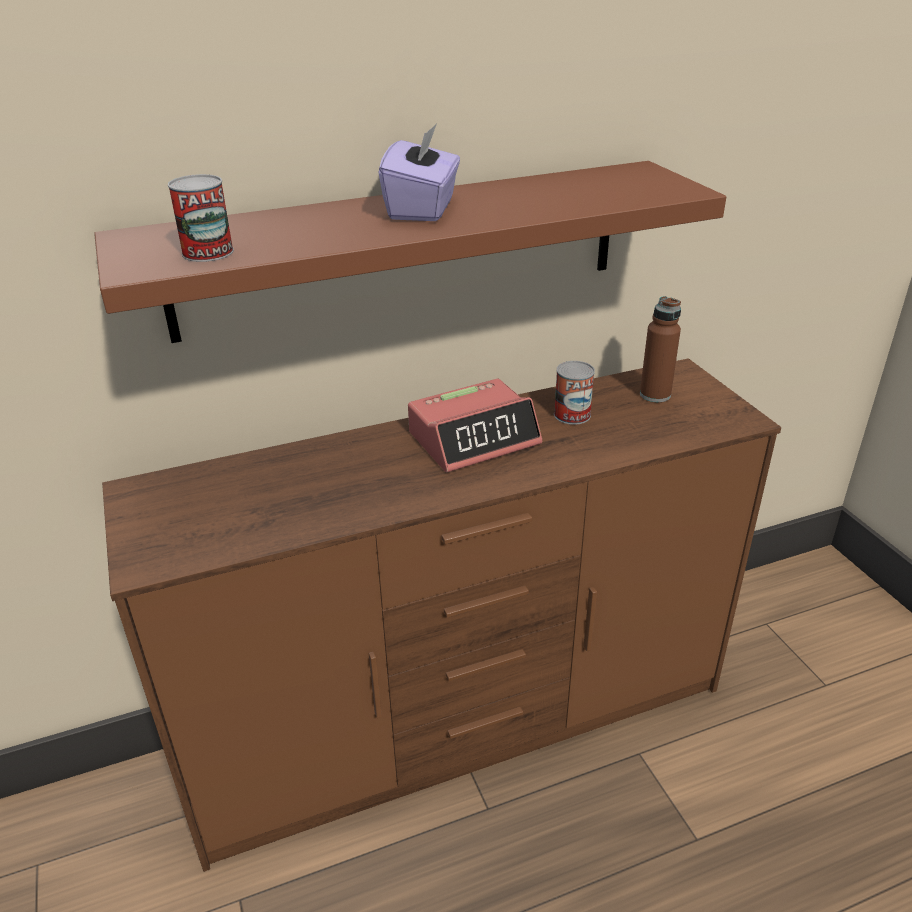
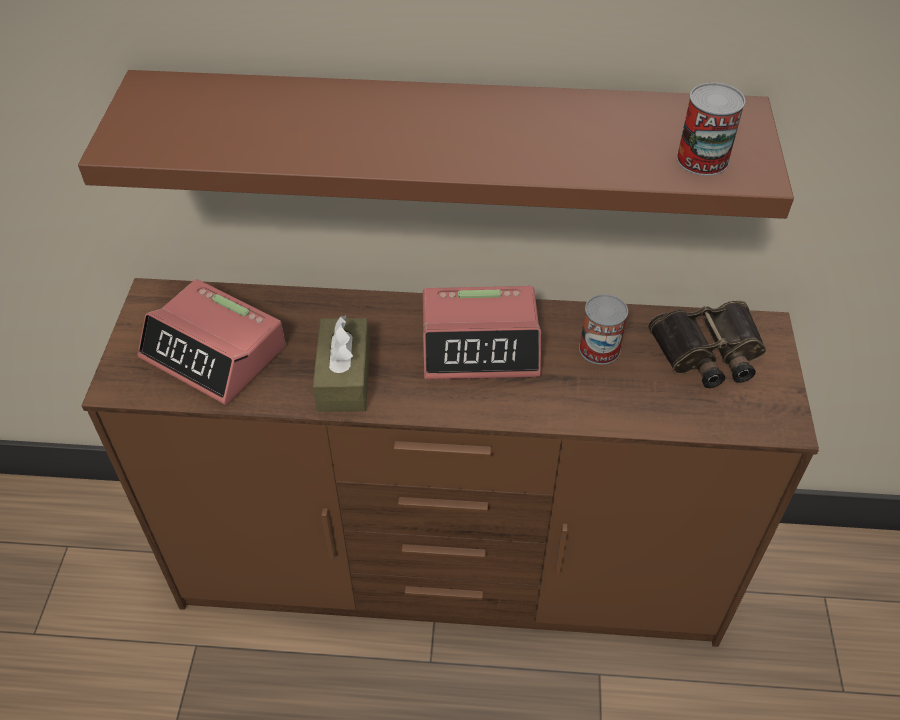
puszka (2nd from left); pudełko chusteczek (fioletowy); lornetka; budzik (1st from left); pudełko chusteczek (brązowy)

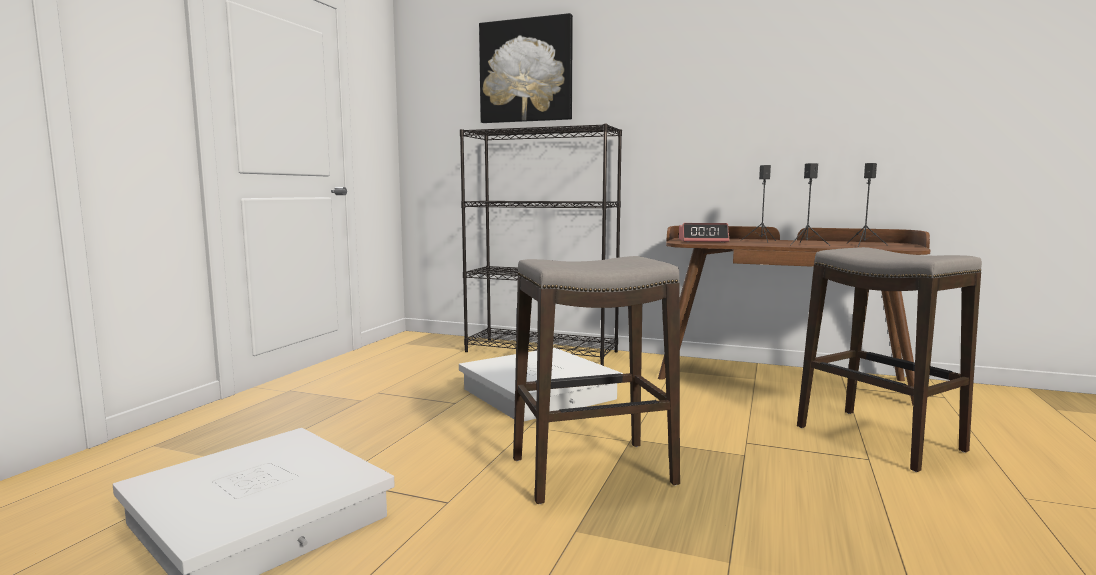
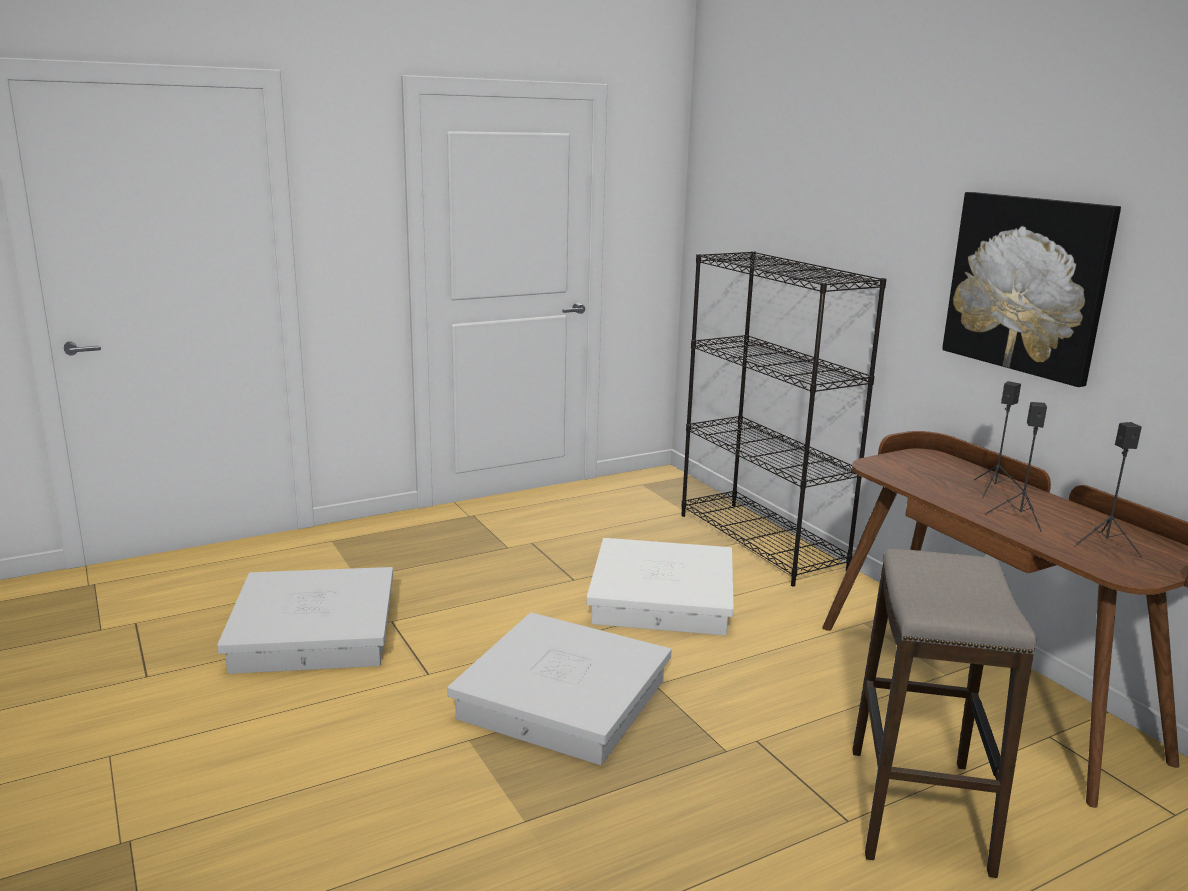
obraz; pojemnik do przechowywania (biały) (2nd from left); budzik

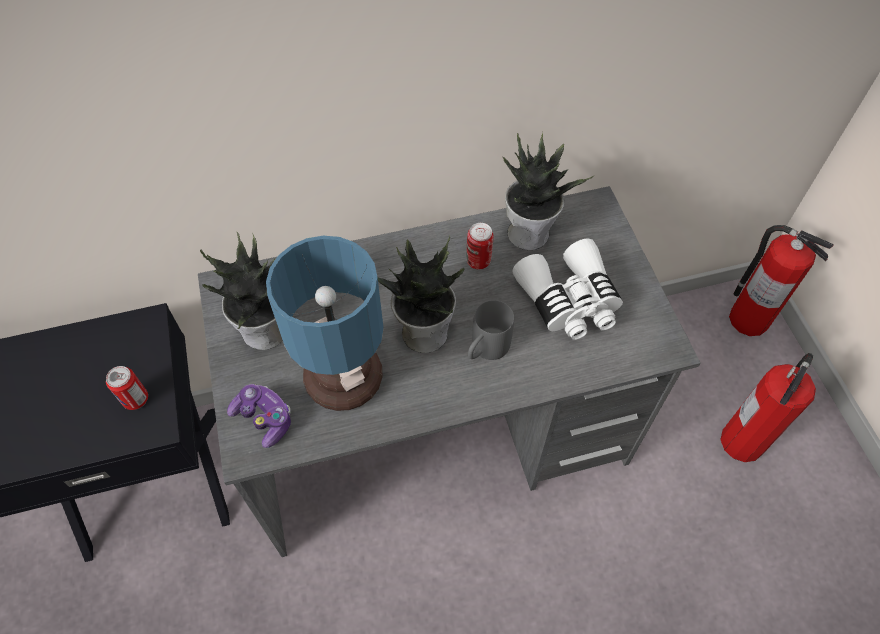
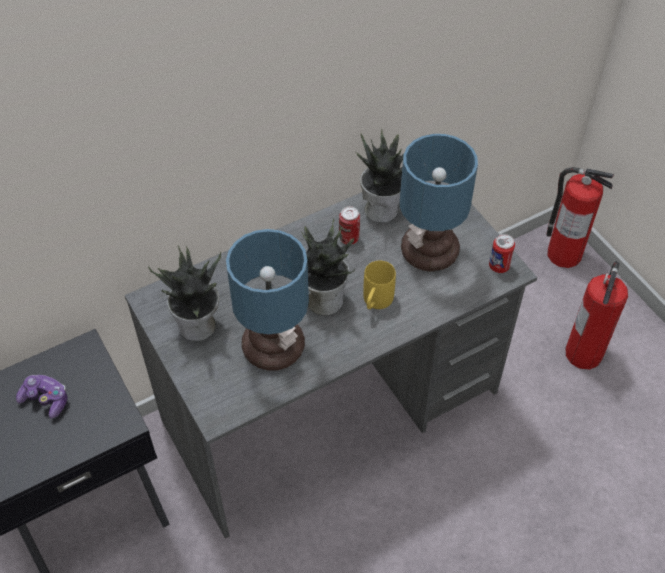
puszka (2nd from left); pad do gier; kubek (żółty); lampa stołowa (2nd from left)

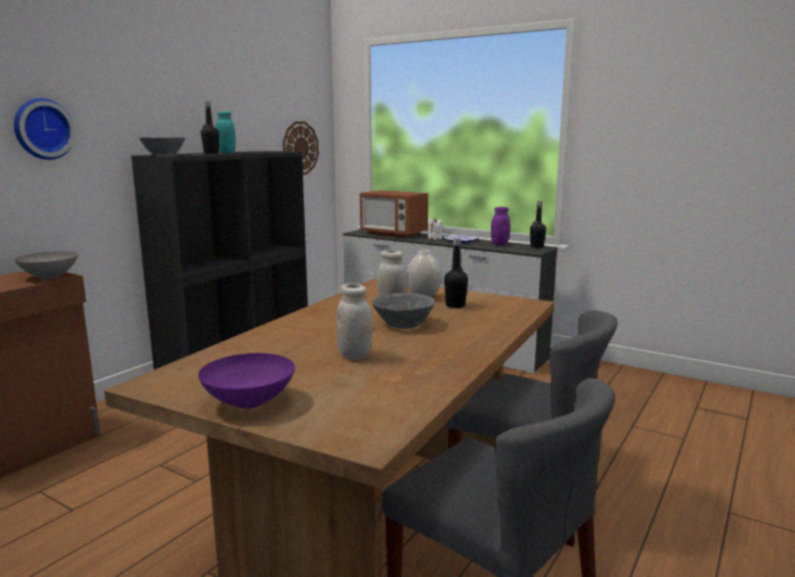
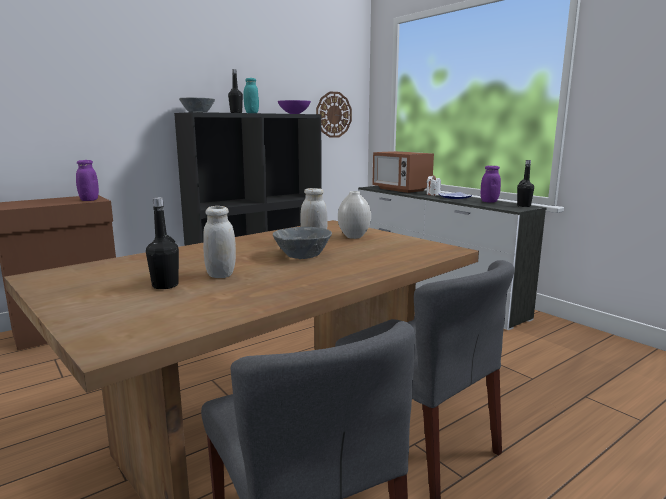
zegar ścienny (1st from left in the first image); słoik (fioletowy) (1st from left); miska (fioletowy); butelka (czarny) (1st from left)

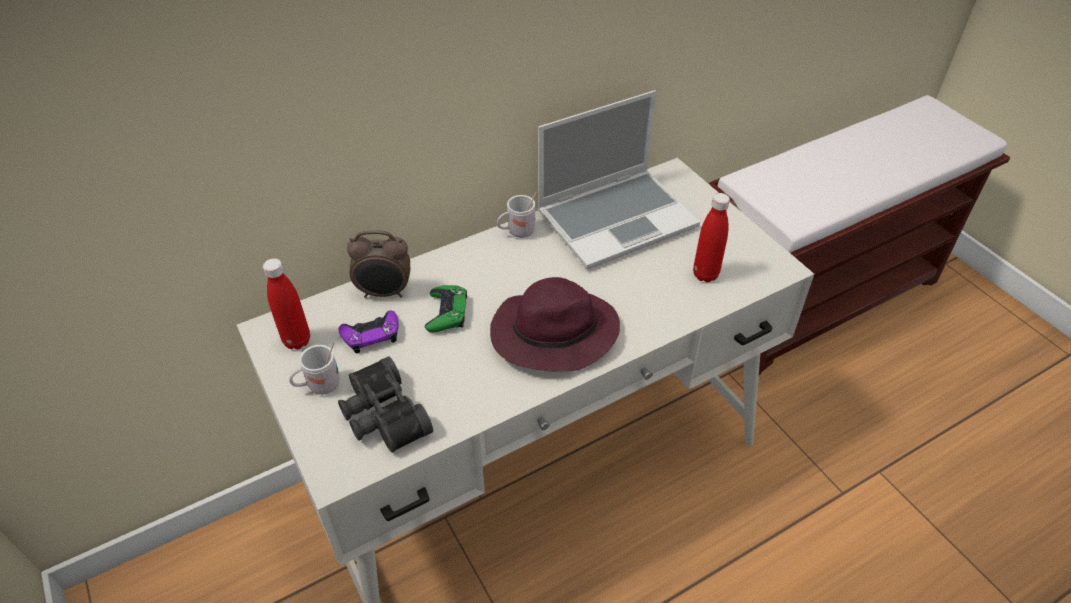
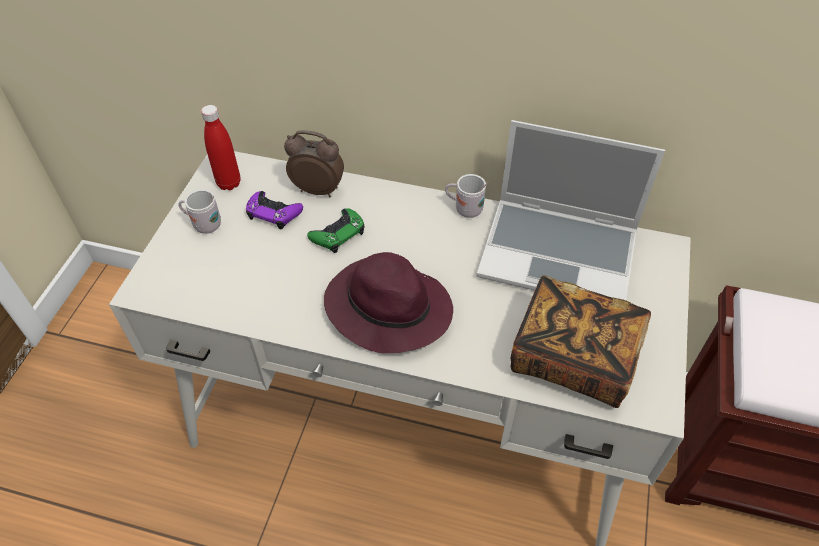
lornetka (czarny); budzik; książka

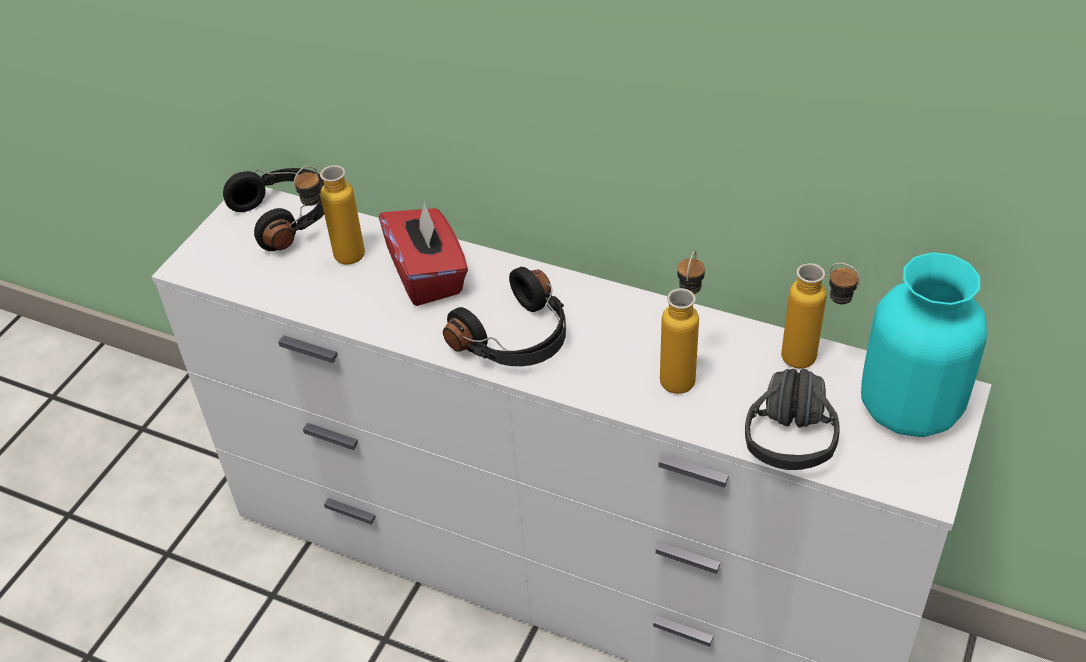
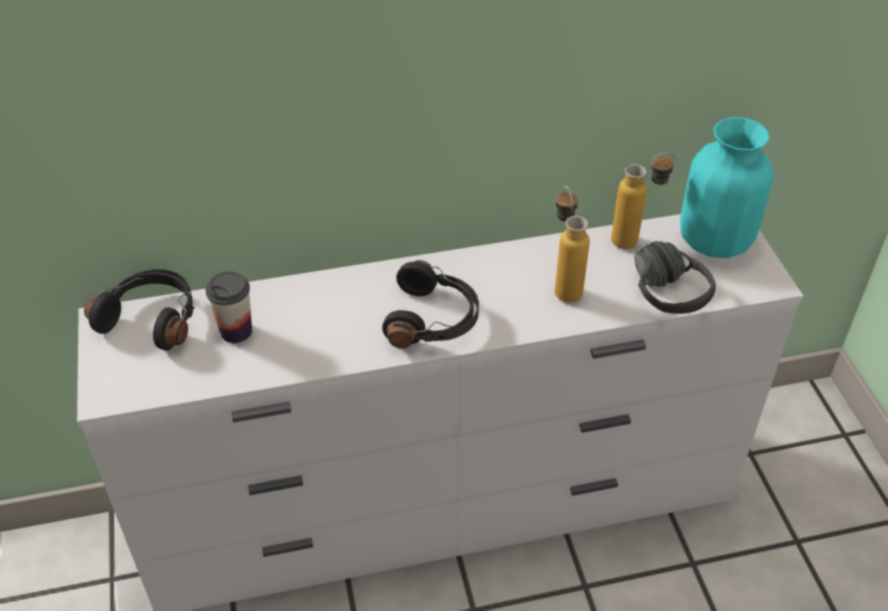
filiżanka; pudełko chusteczek (czerwony)

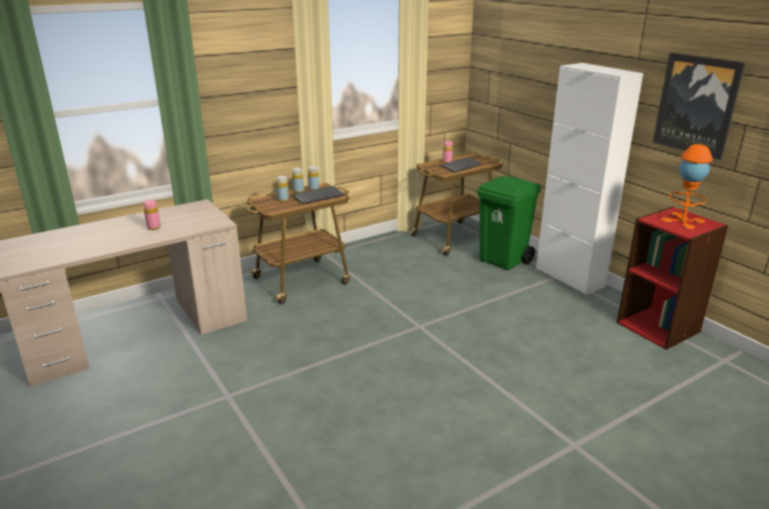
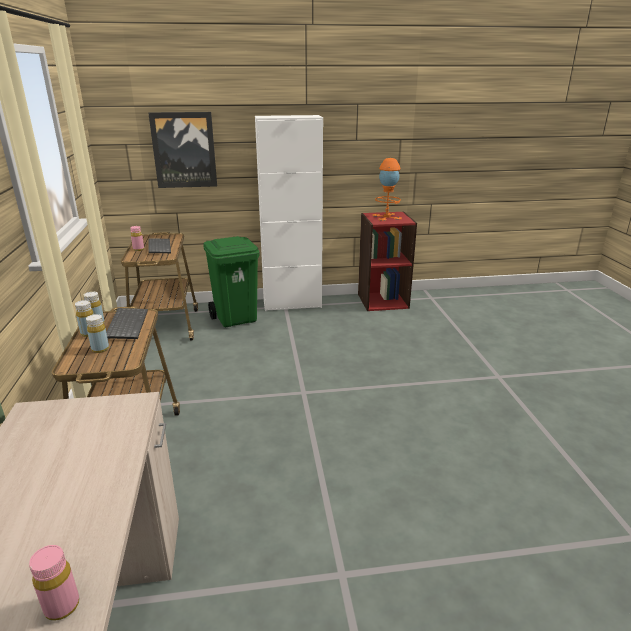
butelka (różowy) (1st from left); obraz

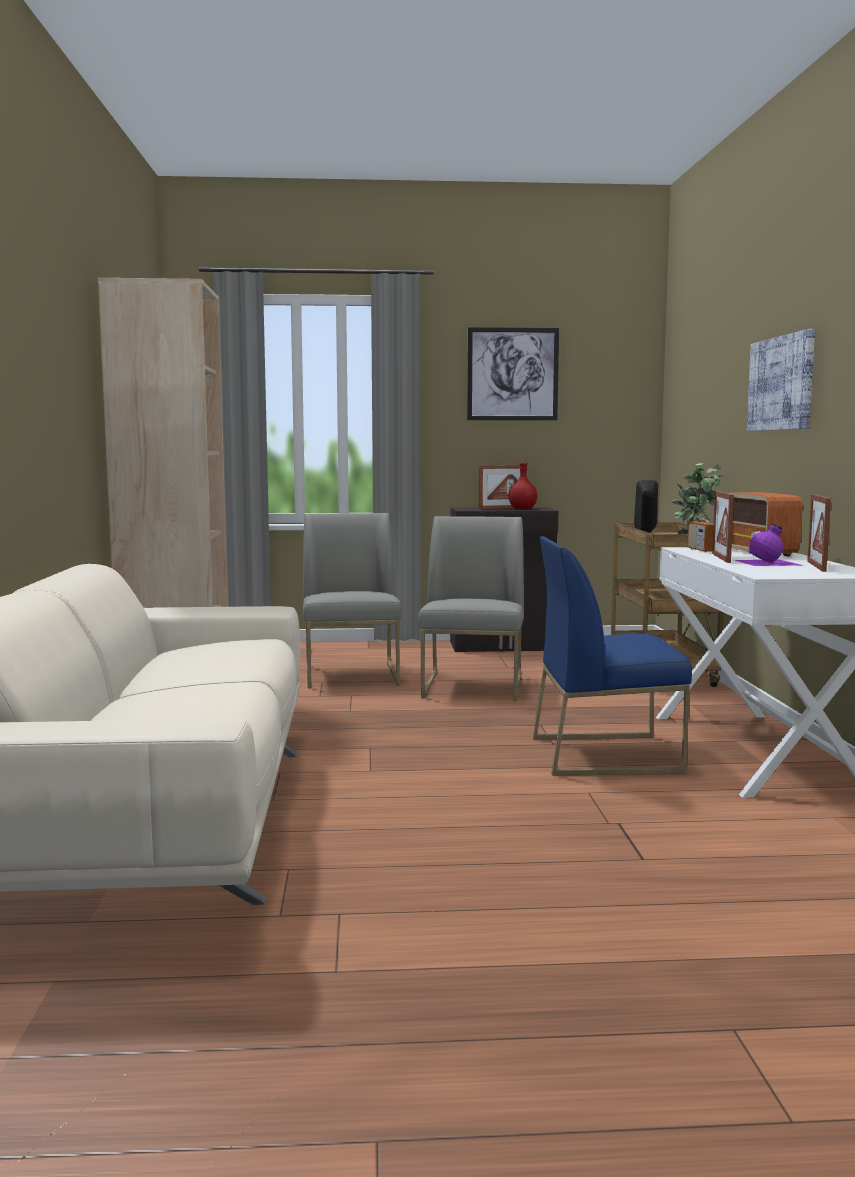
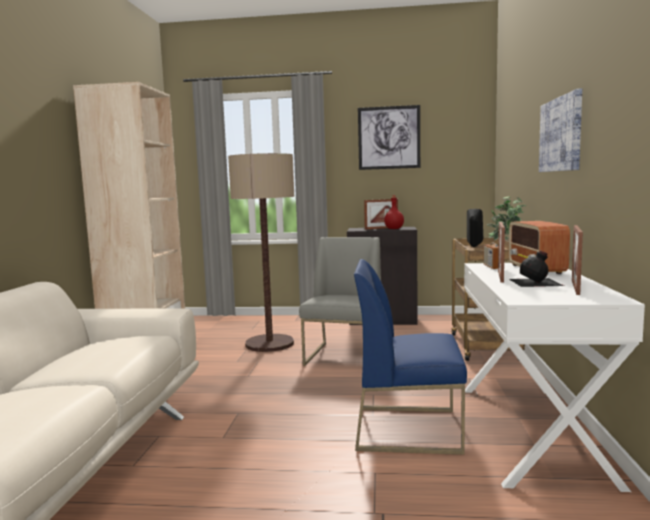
lampa stojąca; butelka (czarny)

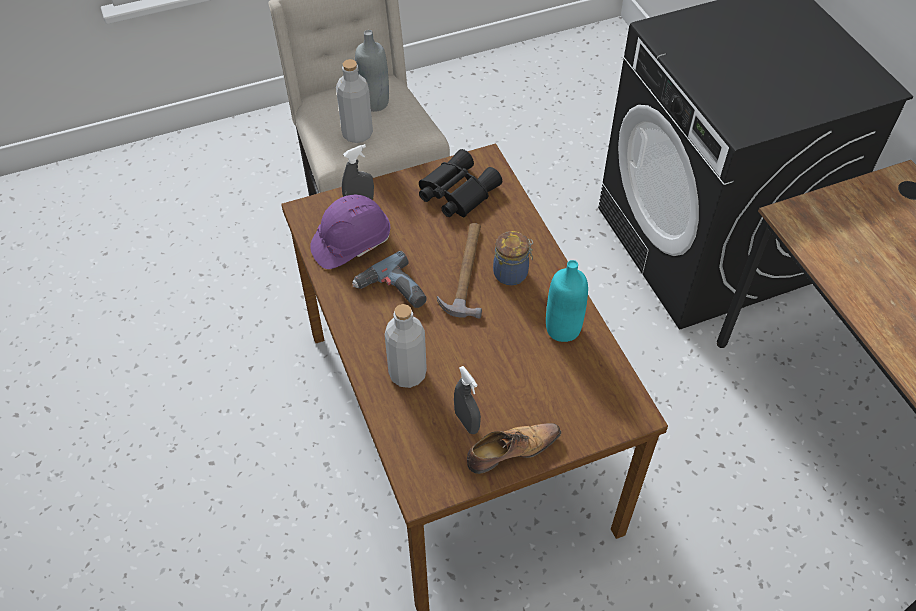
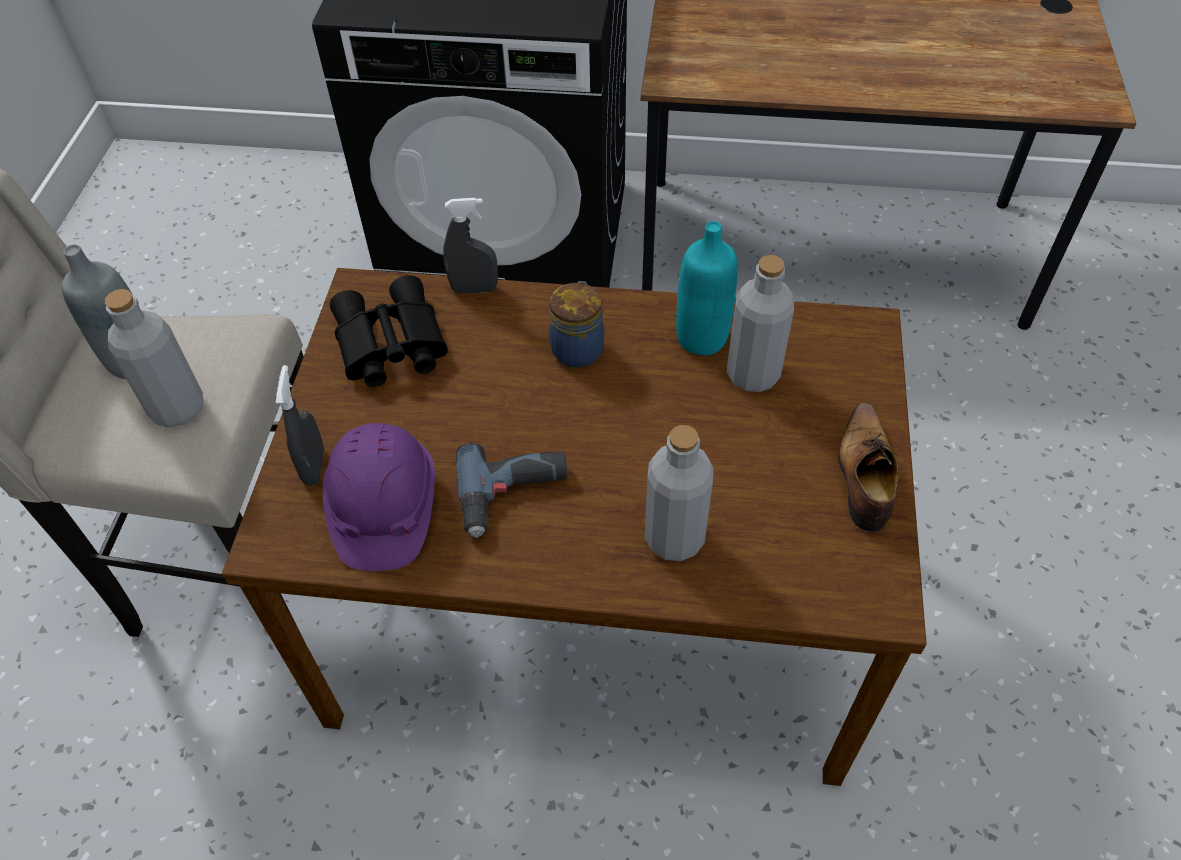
młotek; spryskiwacz (szary) (2nd from left); butelka (szary) (4th from left)

